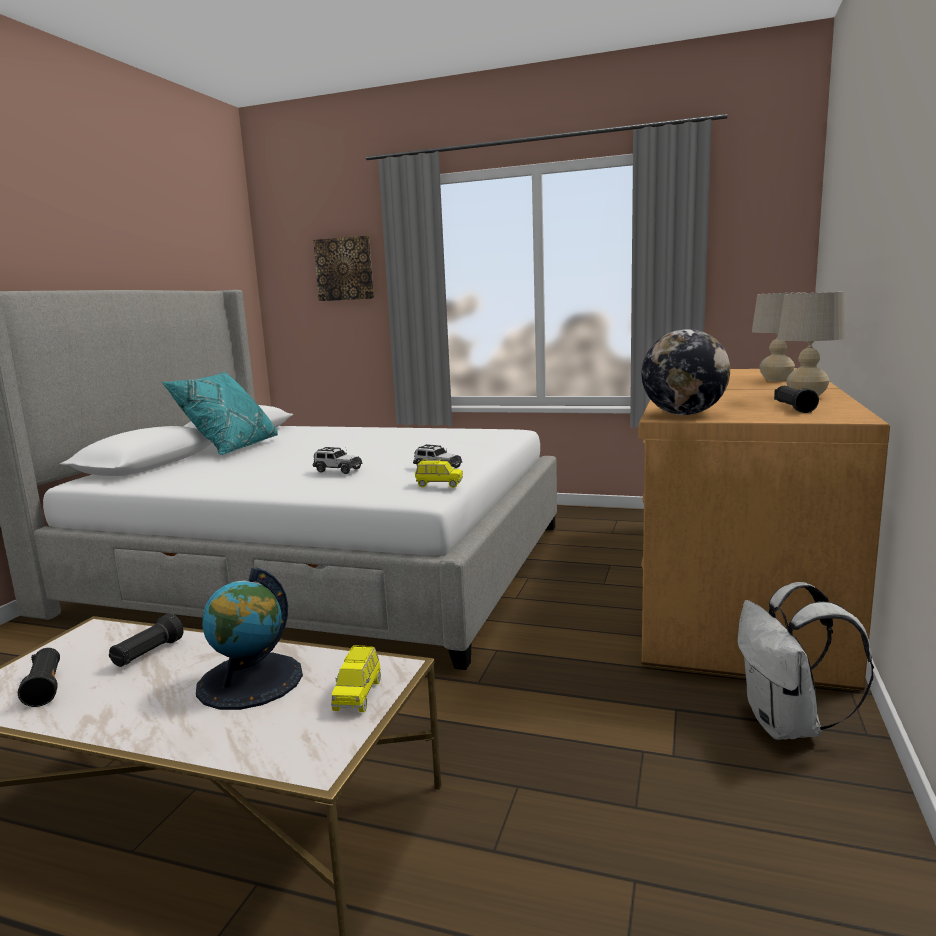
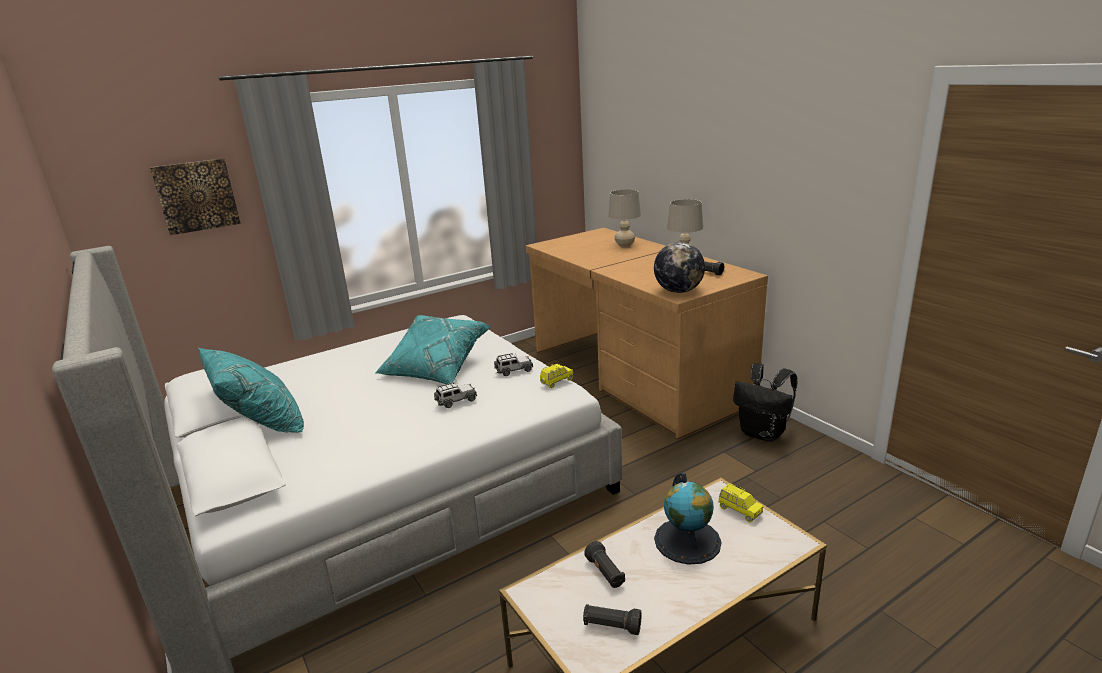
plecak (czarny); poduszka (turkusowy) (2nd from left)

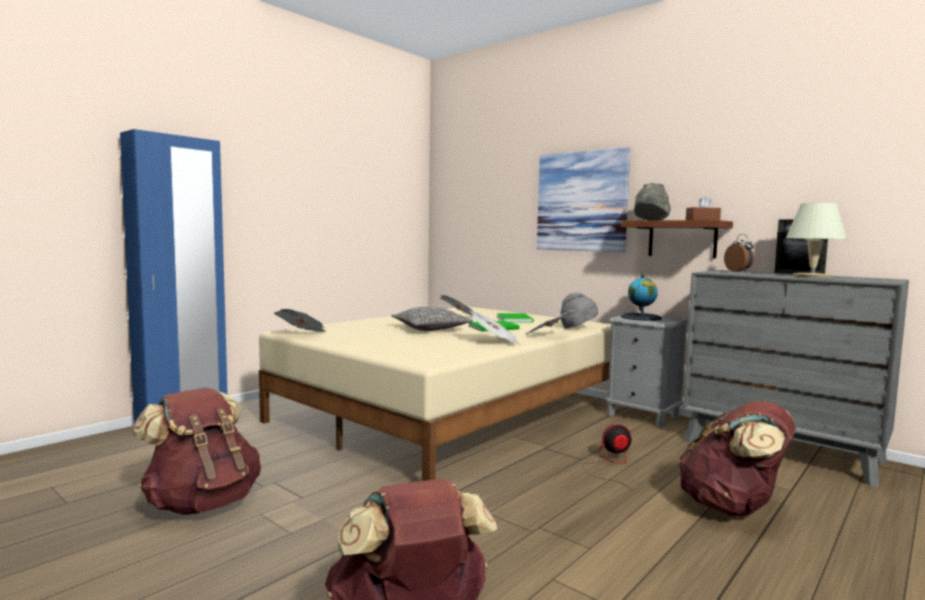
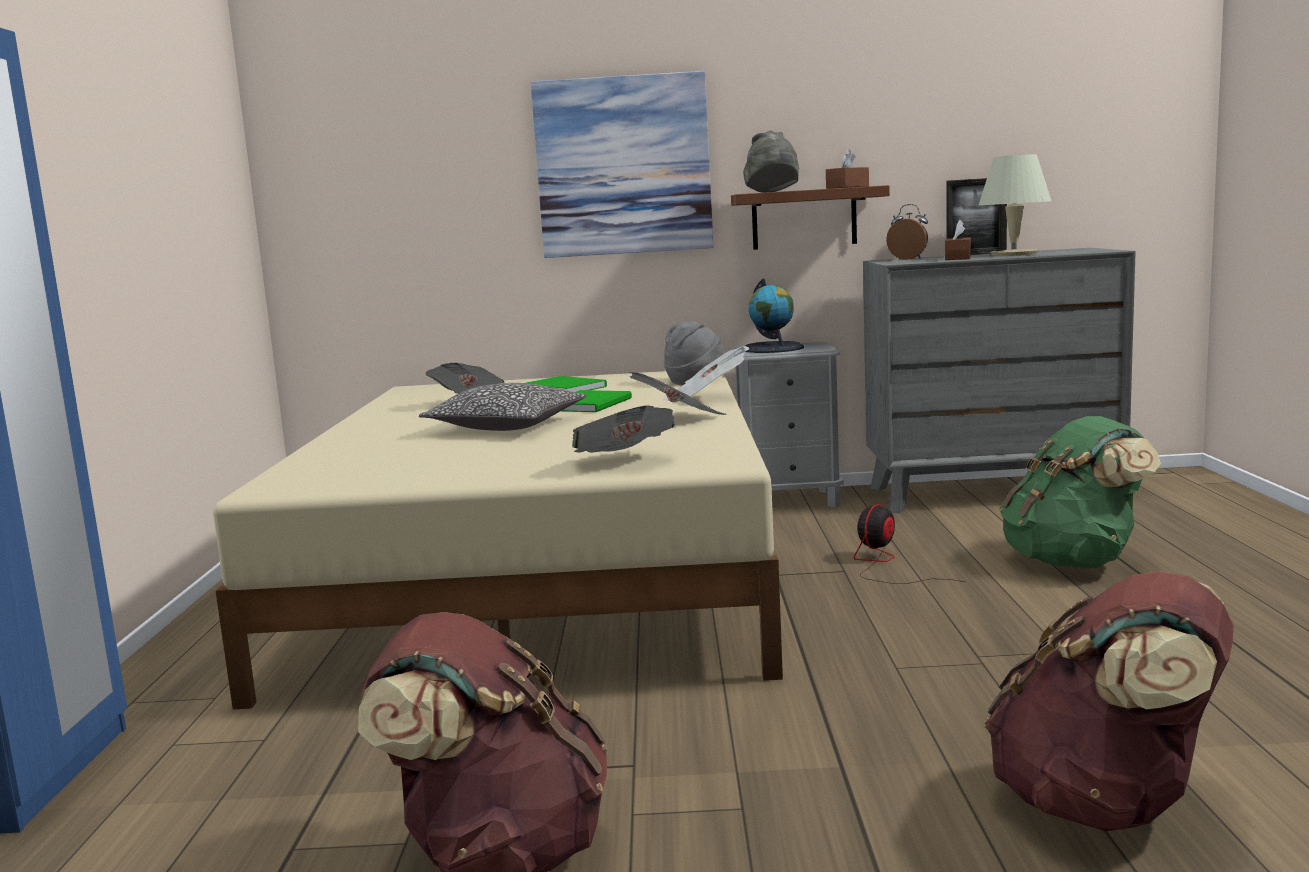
gazeta (2nd from left); plecak (zielony); pudełko chusteczek (brązowy) (2nd from left)

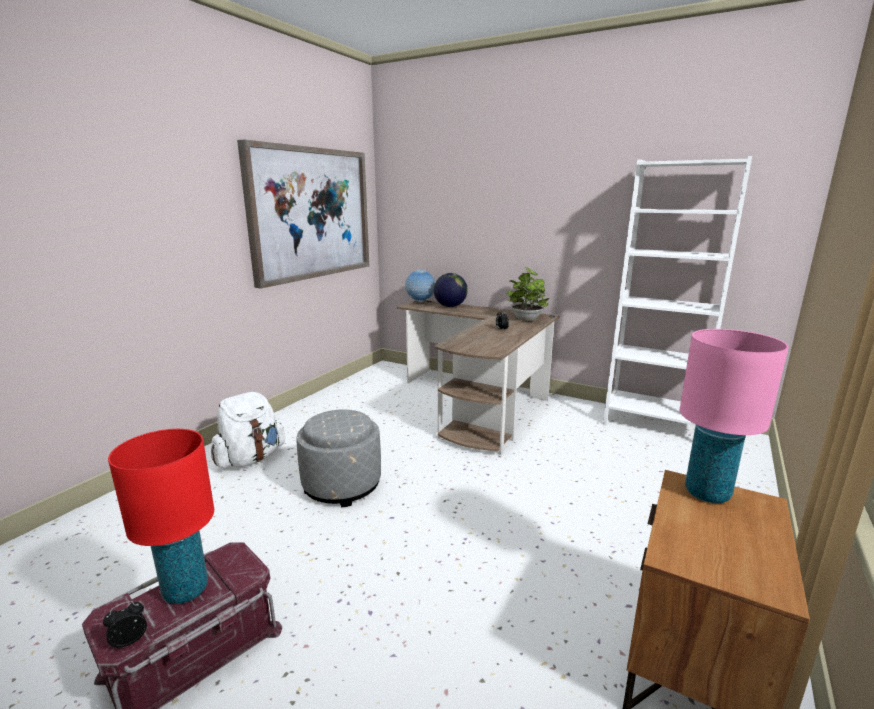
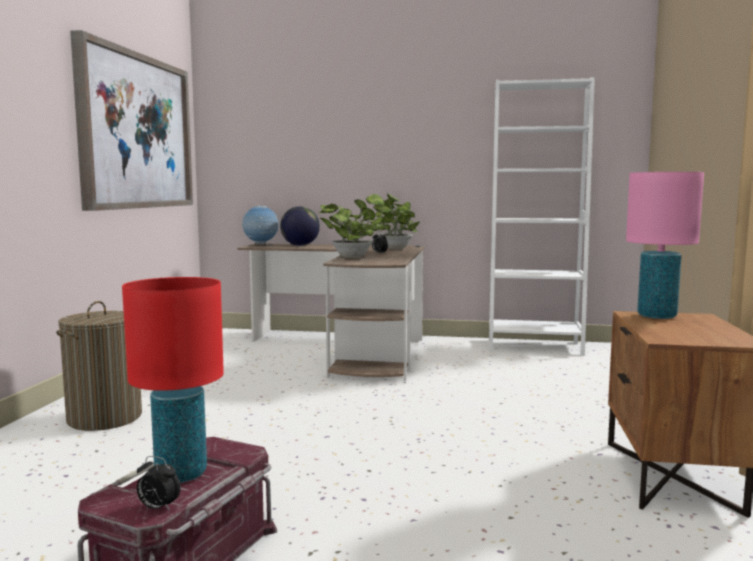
budzik (1st from left); kosz na pranie; pufa (szary); roślina doniczkowa (1st from left)

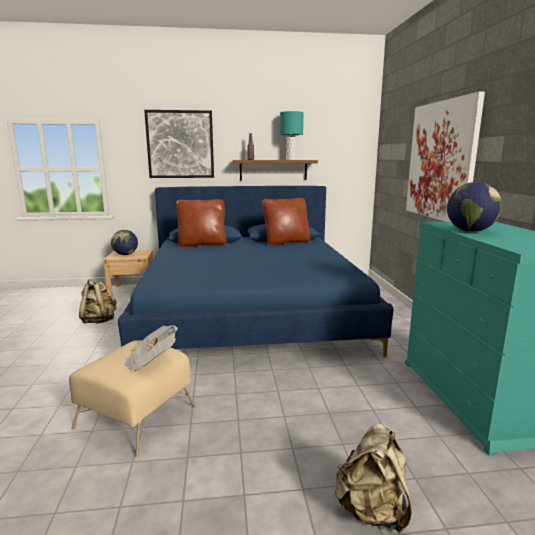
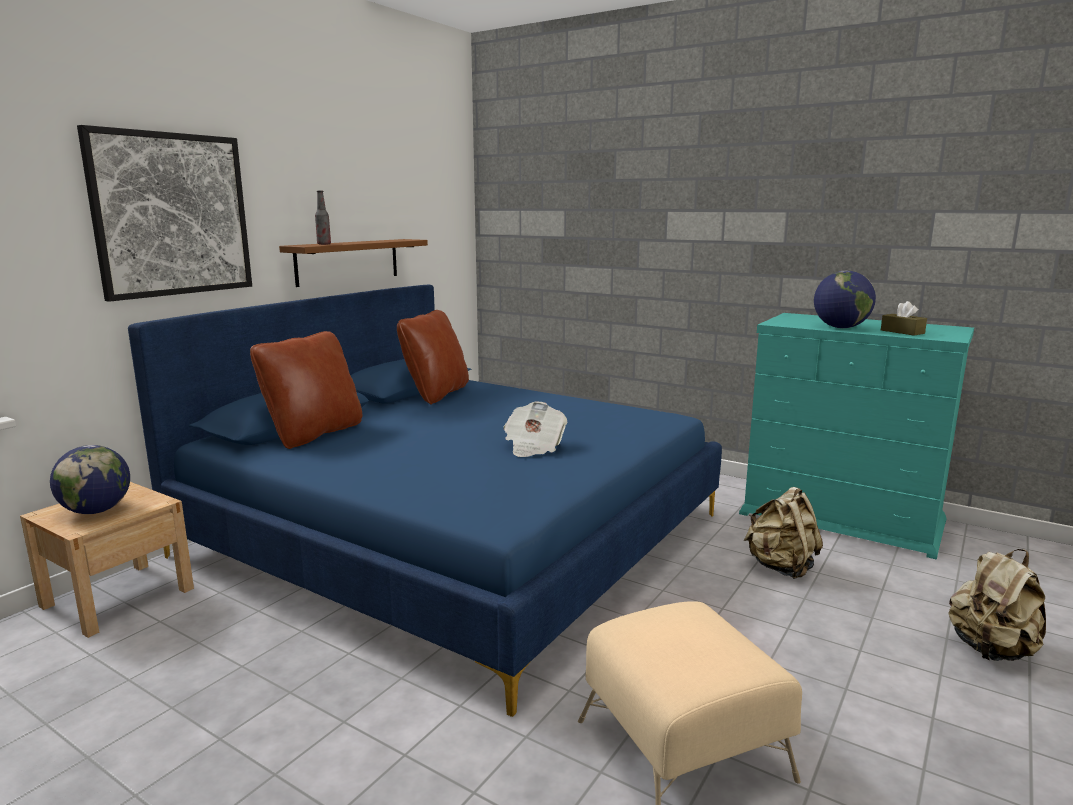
plecak (beżowy) (1st from left); gazeta; lampa stołowa (turkusowy); obraz (2nd from left in the first image); pudełko chusteczek (brązowy)

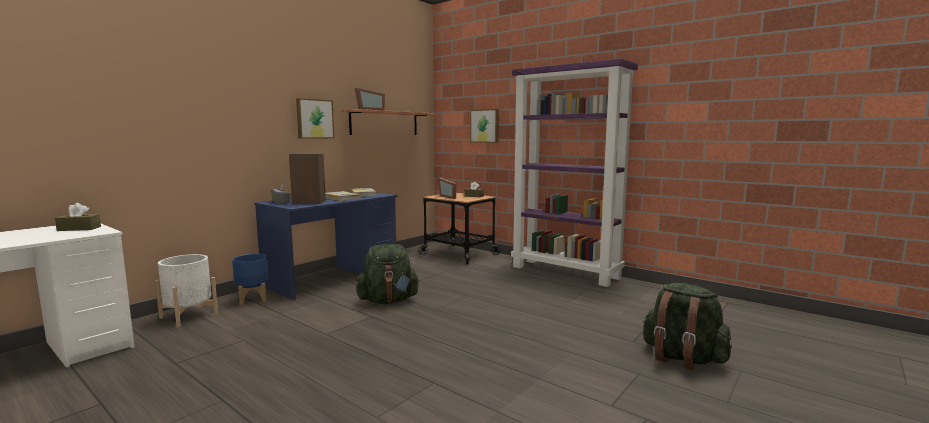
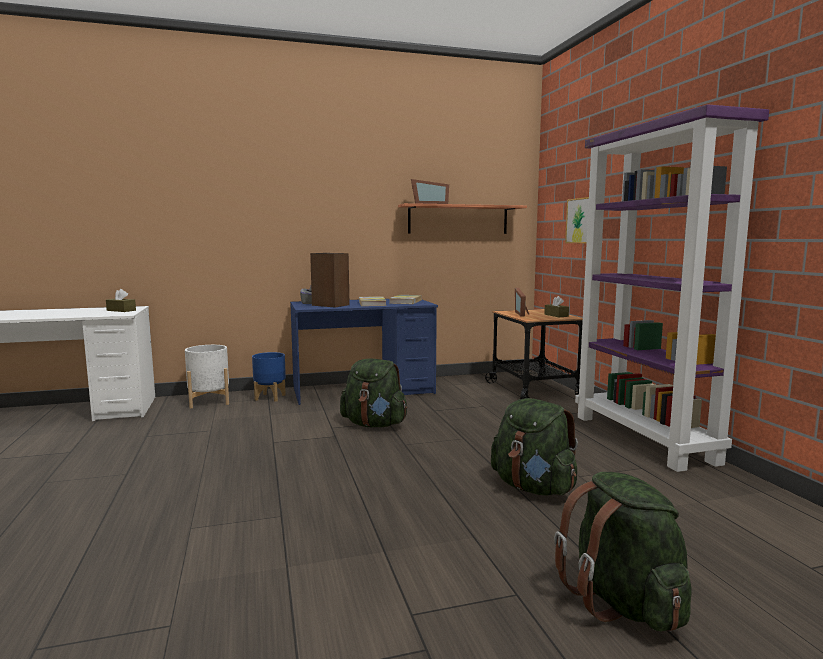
obraz (1st from left in the first image); plecak (zielony) (2nd from left)

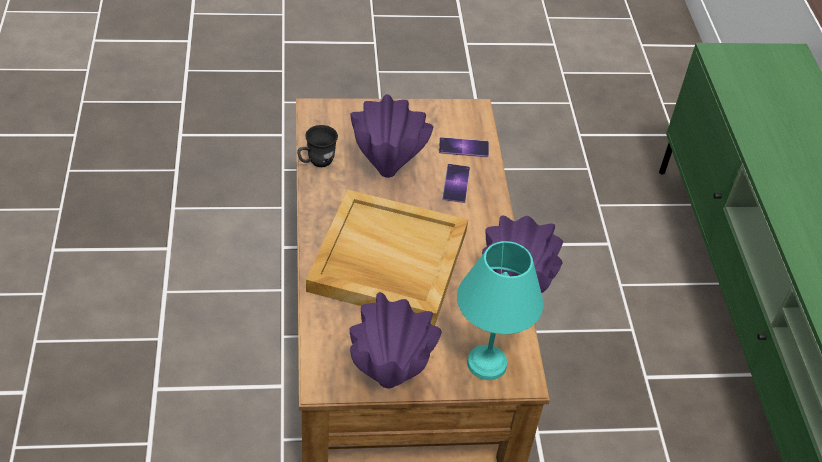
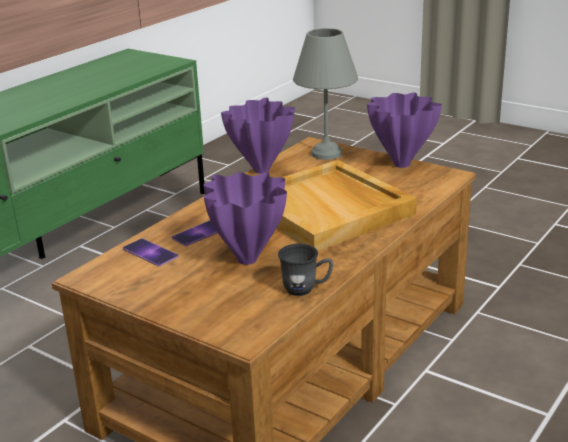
lampa stołowa (szary)

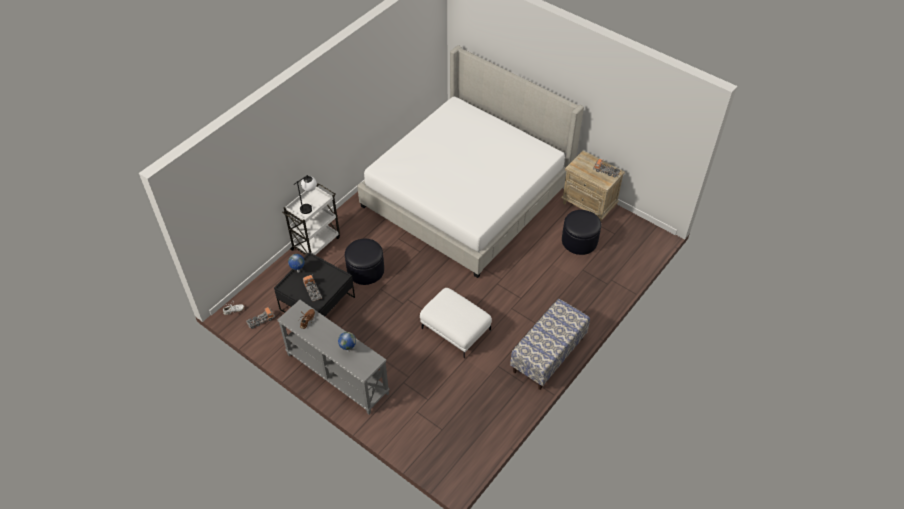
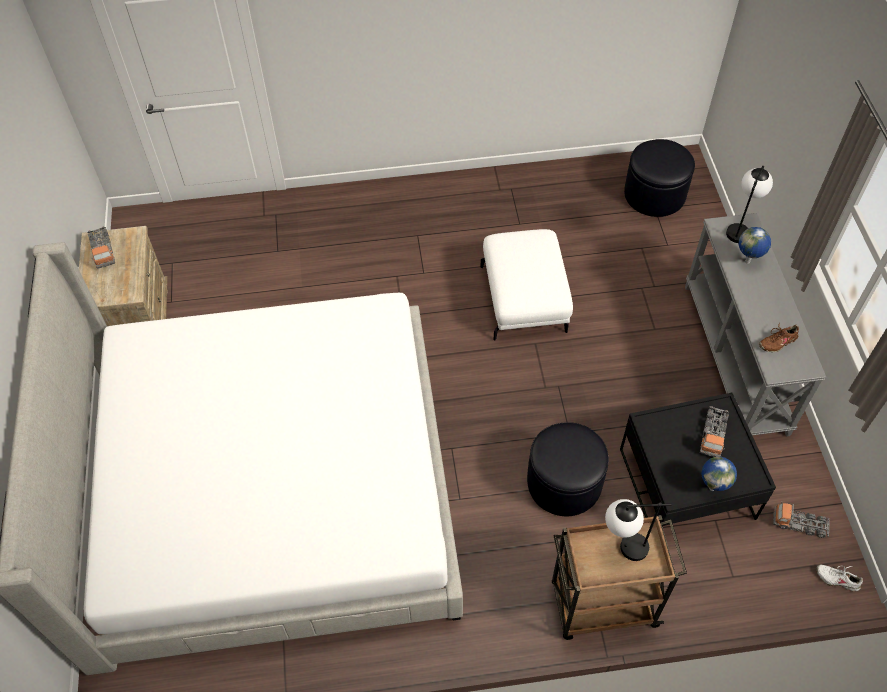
wózek (brązowy); ławka; pufa (czarny) (2nd from left); lampa stołowa (2nd from left)

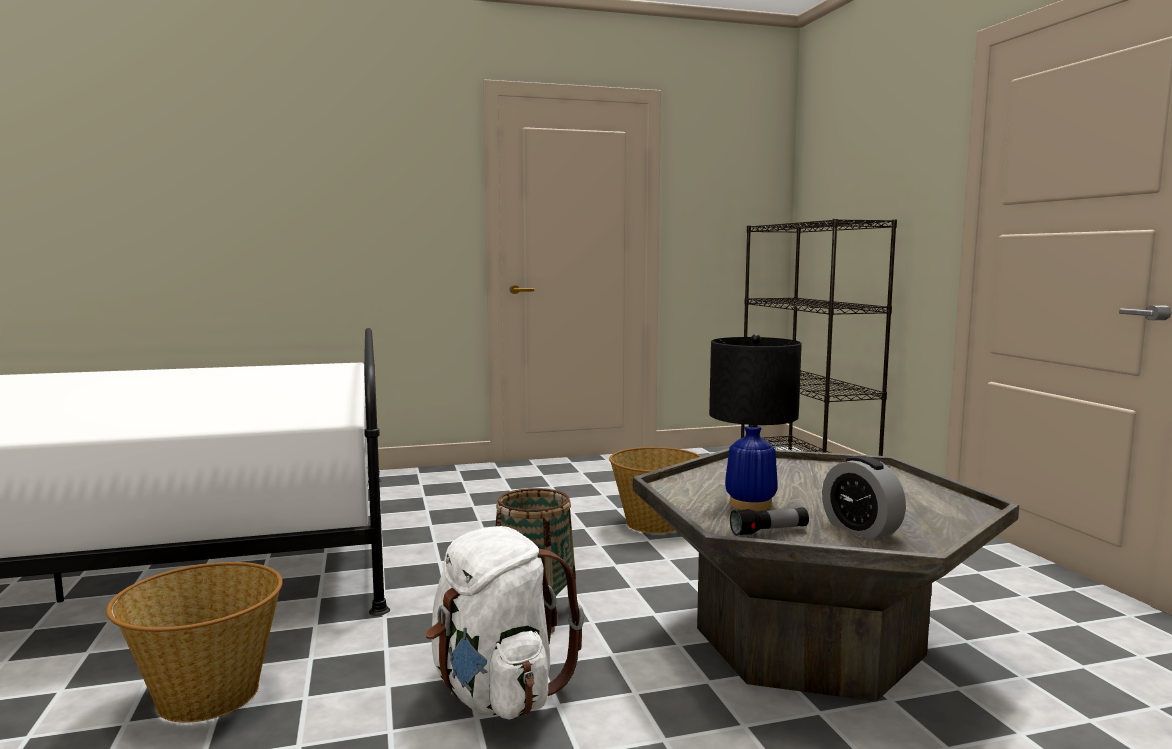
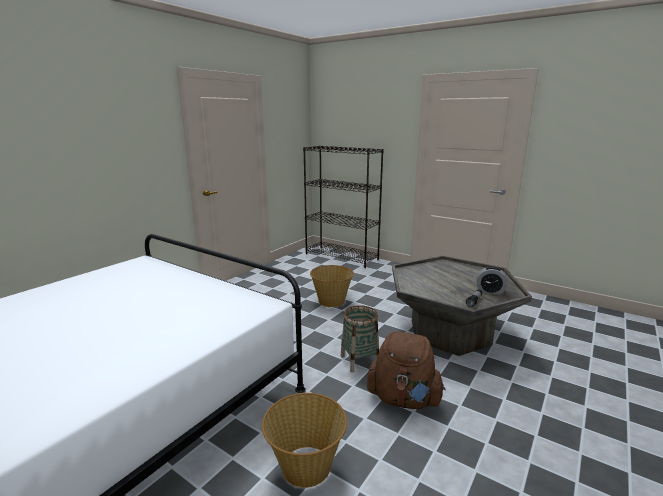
plecak (brązowy); lampa stołowa (czarny)

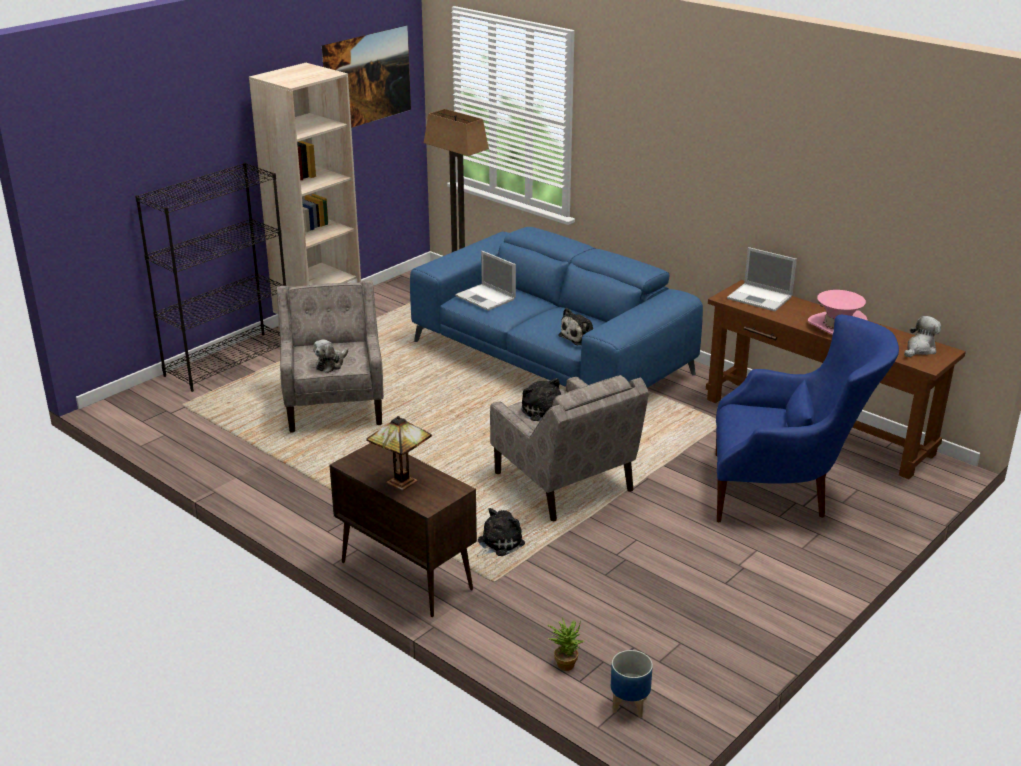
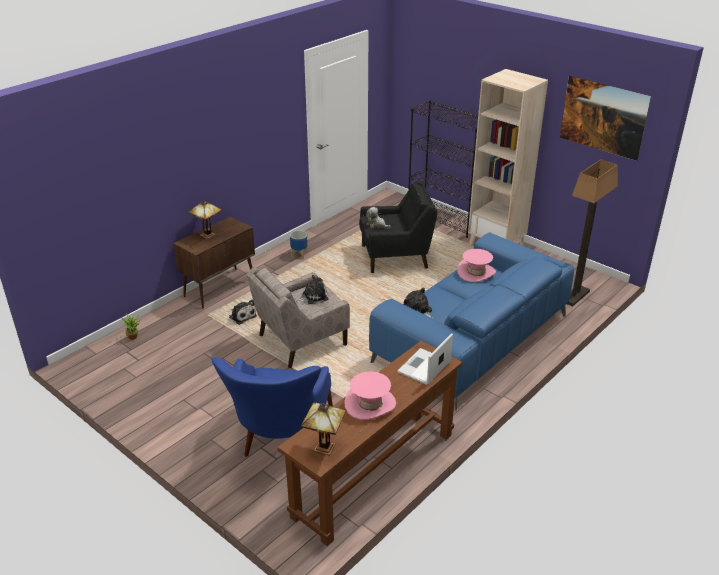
fotel (czarny); kapelusz (różowy) (2nd from left); donica; lampa stołowa (2nd from left)

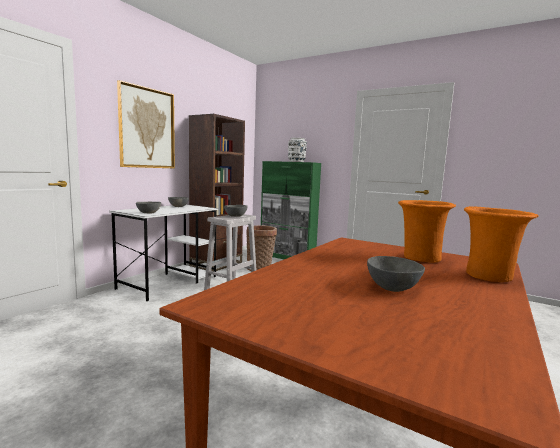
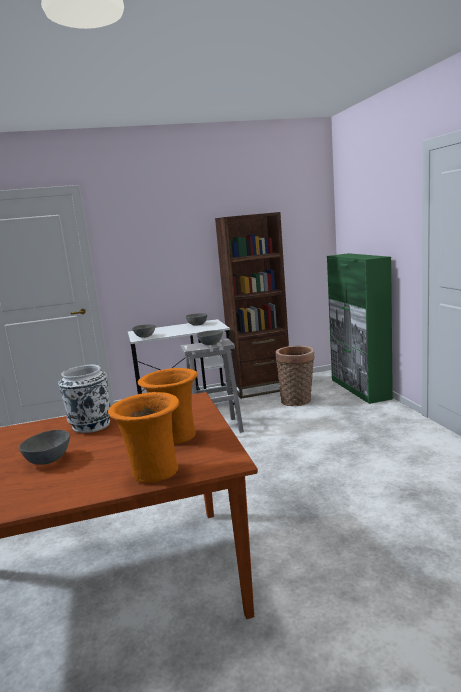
obraz; wazon (biały)

